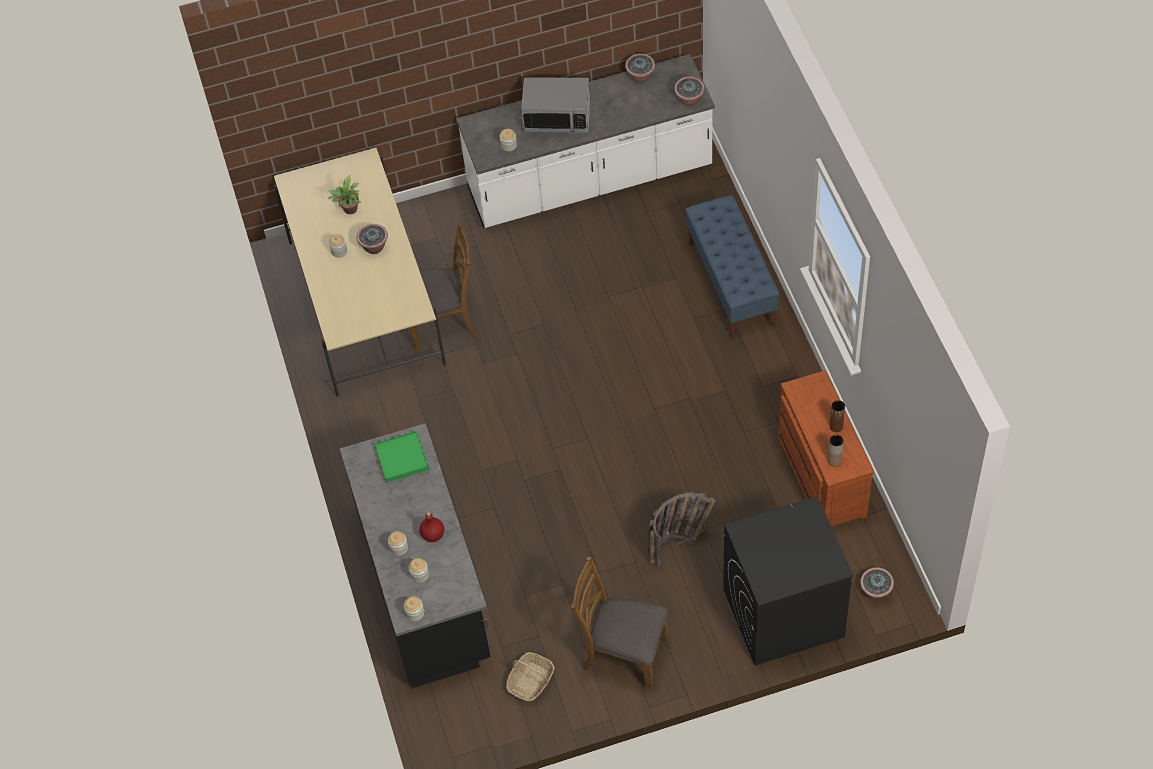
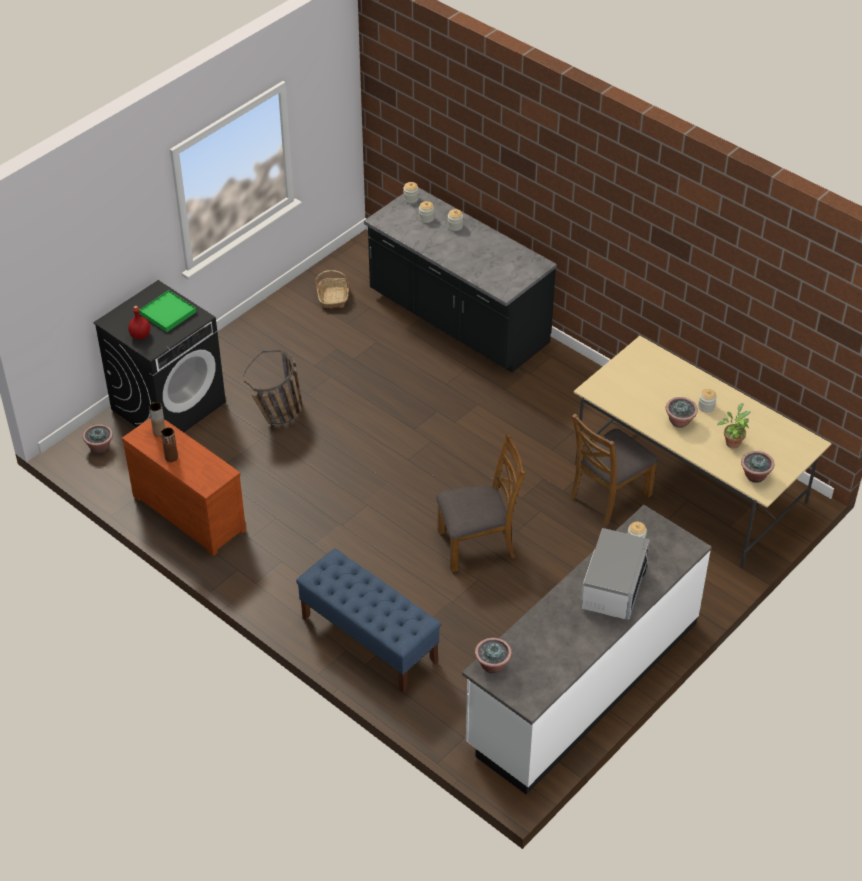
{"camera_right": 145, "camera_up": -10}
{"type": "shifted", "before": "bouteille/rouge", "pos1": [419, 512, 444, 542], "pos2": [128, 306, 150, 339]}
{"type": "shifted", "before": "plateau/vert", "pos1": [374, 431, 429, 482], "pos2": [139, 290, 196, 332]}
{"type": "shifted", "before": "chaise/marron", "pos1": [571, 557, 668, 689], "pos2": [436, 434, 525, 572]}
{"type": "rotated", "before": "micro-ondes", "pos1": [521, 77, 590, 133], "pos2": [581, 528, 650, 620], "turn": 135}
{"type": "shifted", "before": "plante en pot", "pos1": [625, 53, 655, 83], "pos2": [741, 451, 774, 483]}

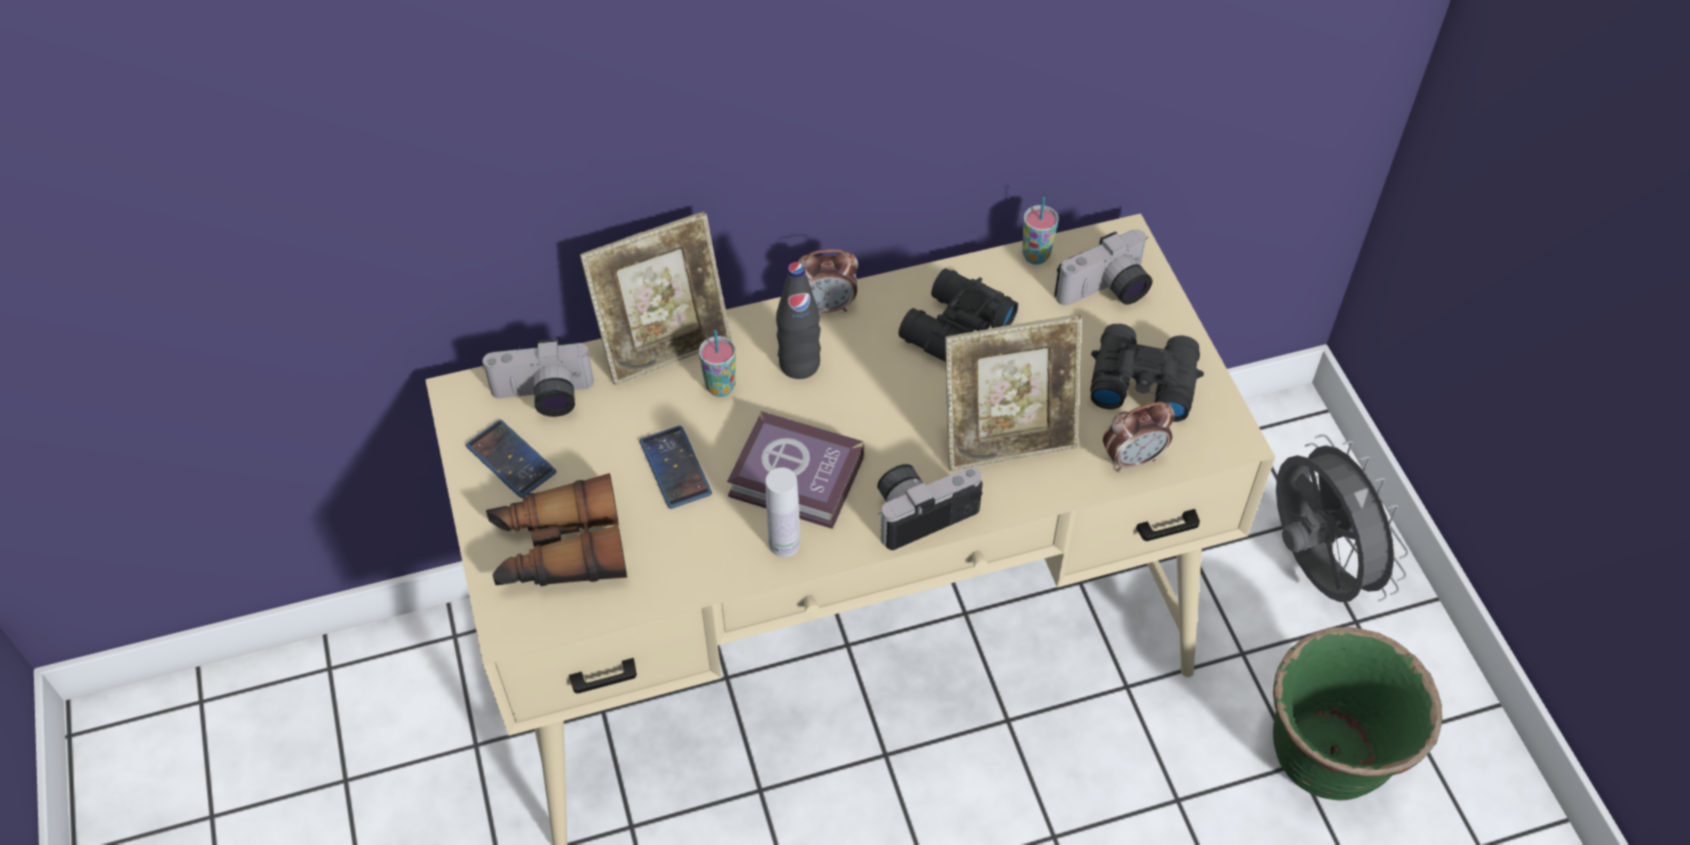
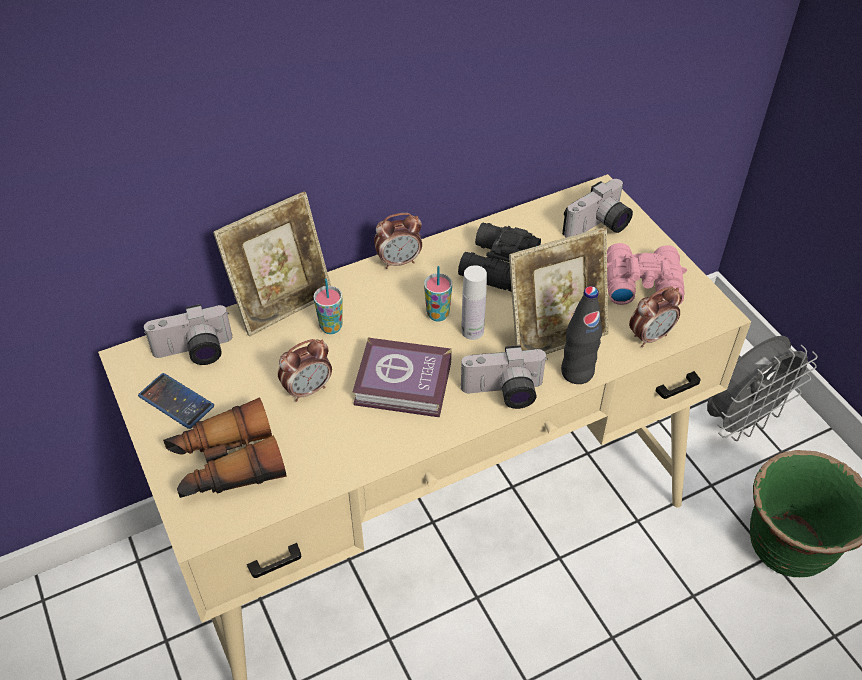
{"camera_right": -10, "camera_up": -5}
{"type": "swapped", "before": "téléphone", "after": "réveil", "pos1": [639, 426, 712, 509], "pos2": [278, 339, 332, 402]}
{"type": "shifted", "before": "tasse", "pos1": [1022, 197, 1059, 265], "pos2": [424, 266, 452, 321]}
{"type": "shifted", "before": "bouteille/blanc", "pos1": [766, 467, 800, 557], "pos2": [461, 265, 487, 340]}
{"type": "rotated", "before": "appareil photo", "pos1": [877, 464, 983, 550], "pos2": [461, 345, 548, 409], "turn": -150}
{"type": "shifted", "before": "bouteille/noir", "pos1": [776, 262, 821, 379], "pos2": [561, 286, 602, 384]}
{"type": "repainted", "before": "jumelles/noir", "after": "jumelles/rose", "pos1": [1090, 324, 1204, 422], "pos2": [607, 243, 687, 305]}
{"type": "rotated", "before": "ventilateur/gris", "pos1": [1276, 434, 1408, 602], "pos2": [707, 336, 818, 441], "turn": 90}

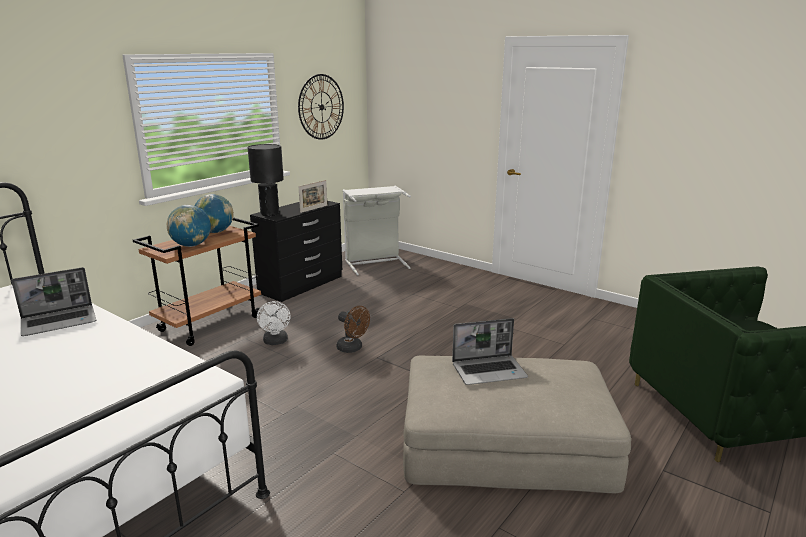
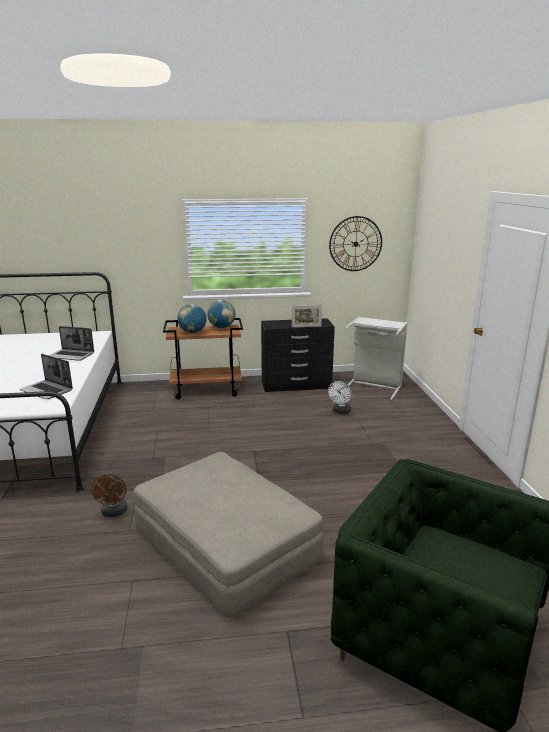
{"camera_right": 45, "camera_up": 0}
{"type": "shifted", "before": "ordinateur portable", "pos1": [452, 318, 528, 385], "pos2": [19, 354, 73, 399]}
{"type": "shifted", "before": "ventilateur/marron", "pos1": [337, 306, 370, 353], "pos2": [91, 473, 127, 517]}
{"type": "shifted", "before": "ventilateur/blanc", "pos1": [257, 301, 291, 345], "pos2": [328, 381, 351, 414]}
{"type": "gone", "before": "lampe de table/noir", "pos1": [247, 144, 284, 216]}

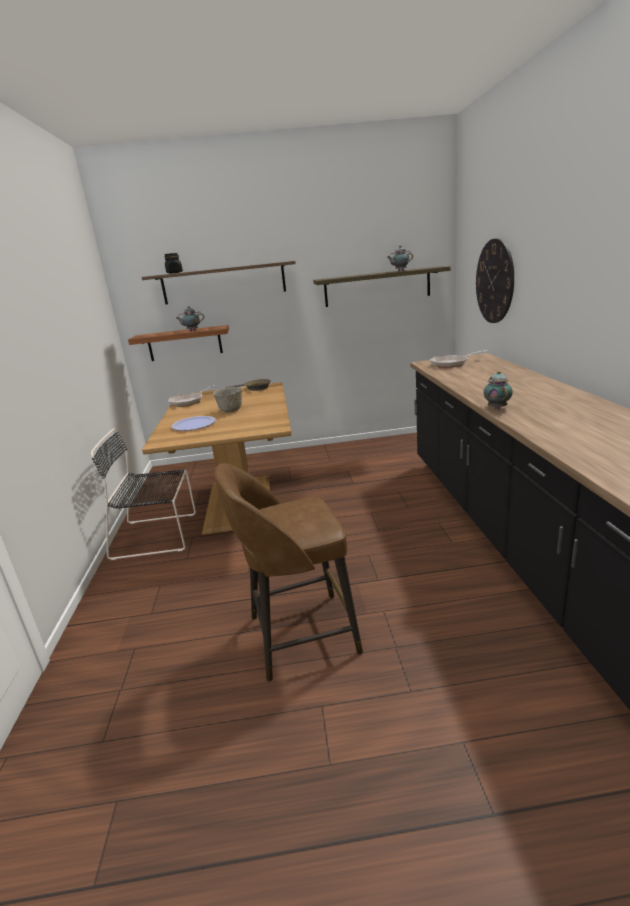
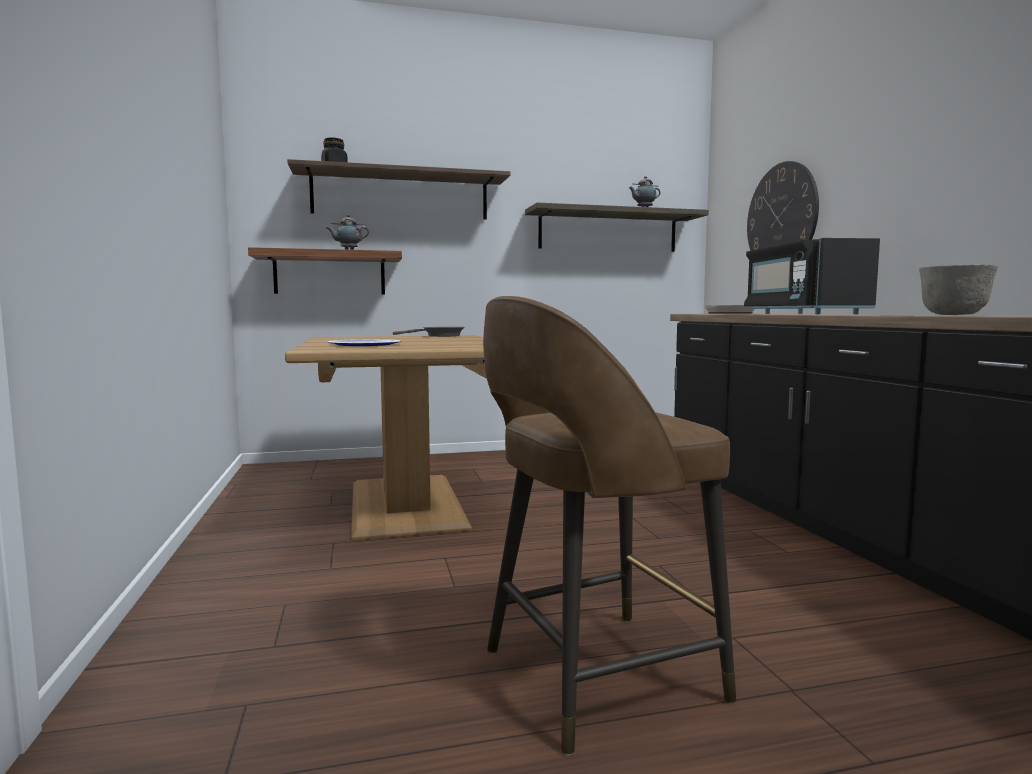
{"camera_right": -10, "camera_up": -15}
{"type": "new", "after": "micro-ondes/noir", "pos2": [744, 238, 880, 314]}
{"type": "shifted", "before": "bol/gris", "pos1": [213, 387, 242, 412], "pos2": [919, 264, 999, 315]}
{"type": "gone", "before": "chaise/noir", "pos1": [91, 429, 196, 560]}
{"type": "gone", "before": "poêle", "pos1": [168, 385, 216, 407]}
{"type": "gone", "before": "théière", "pos1": [484, 371, 513, 409]}

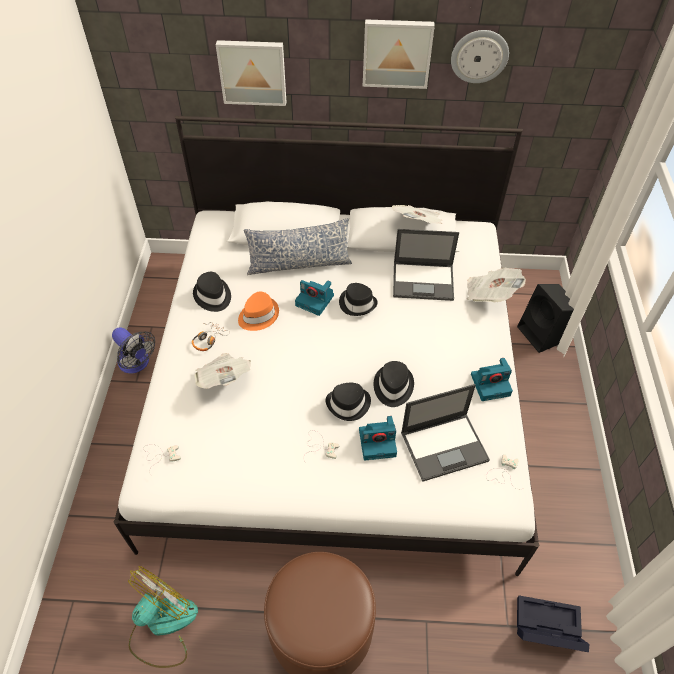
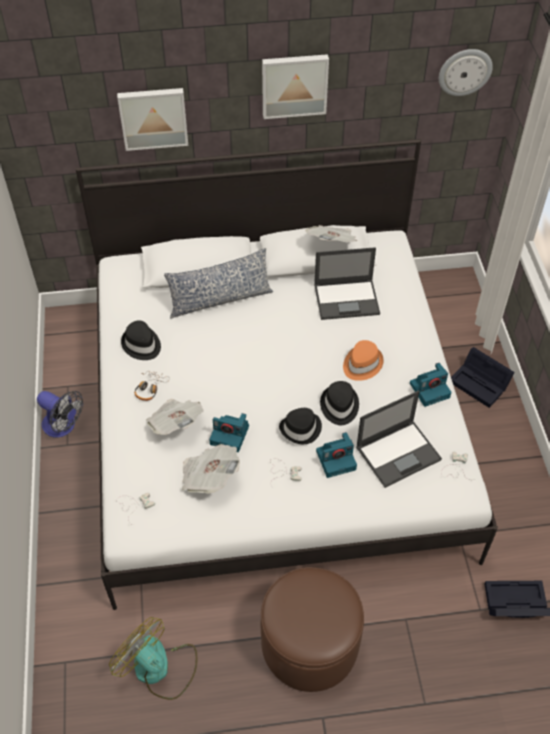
{"camera_right": -10, "camera_up": 0}
{"type": "rotated", "before": "ventilateur", "pos1": [128, 566, 198, 668], "pos2": [109, 617, 197, 700], "turn": -75}
{"type": "shifted", "before": "journal", "pos1": [467, 268, 526, 302], "pos2": [182, 444, 240, 494]}
{"type": "shifted", "before": "appareil photo", "pos1": [295, 280, 334, 316], "pos2": [209, 413, 249, 452]}
{"type": "shifted", "before": "chapeau/orange", "pos1": [238, 292, 279, 331], "pos2": [343, 340, 384, 381]}
{"type": "shifted", "before": "horloge murale", "pos1": [451, 30, 509, 83], "pos2": [439, 49, 493, 96]}
{"type": "new", "after": "boîte de rangement/noir", "pos2": [451, 347, 515, 408]}
{"type": "gone", "before": "chapeau/noir", "pos1": [339, 283, 378, 316]}
{"type": "gone", "before": "enceinte/noir", "pos1": [517, 284, 574, 353]}

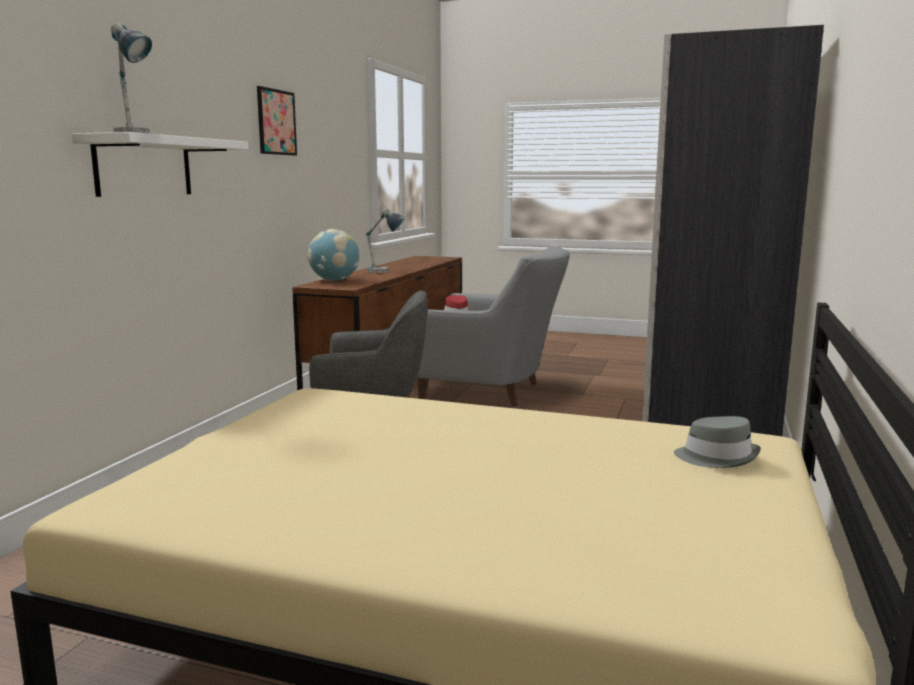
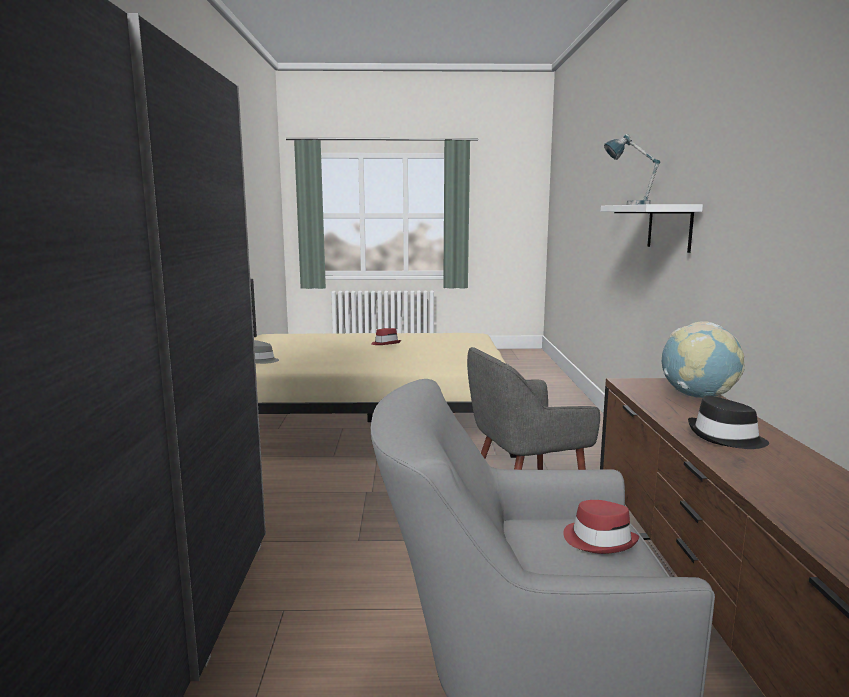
{"camera_right": 160, "camera_up": 0}
{"type": "new", "after": "chapeau/rouge", "pos2": [371, 328, 401, 345]}
{"type": "swapped", "before": "lampe de table", "after": "chapeau/noir", "pos1": [366, 209, 405, 273], "pos2": [688, 396, 769, 449]}
{"type": "gone", "before": "tableau", "pos1": [257, 86, 297, 155]}

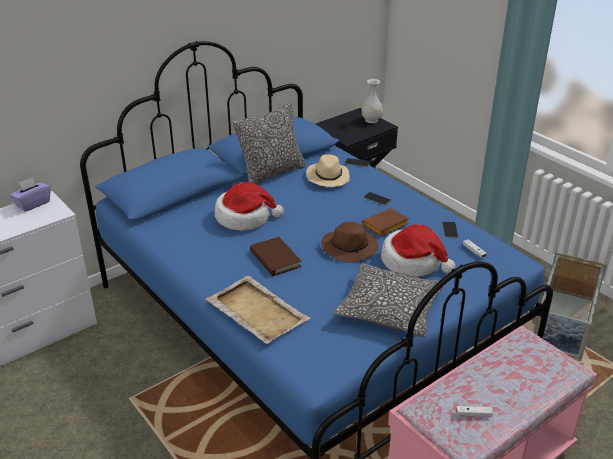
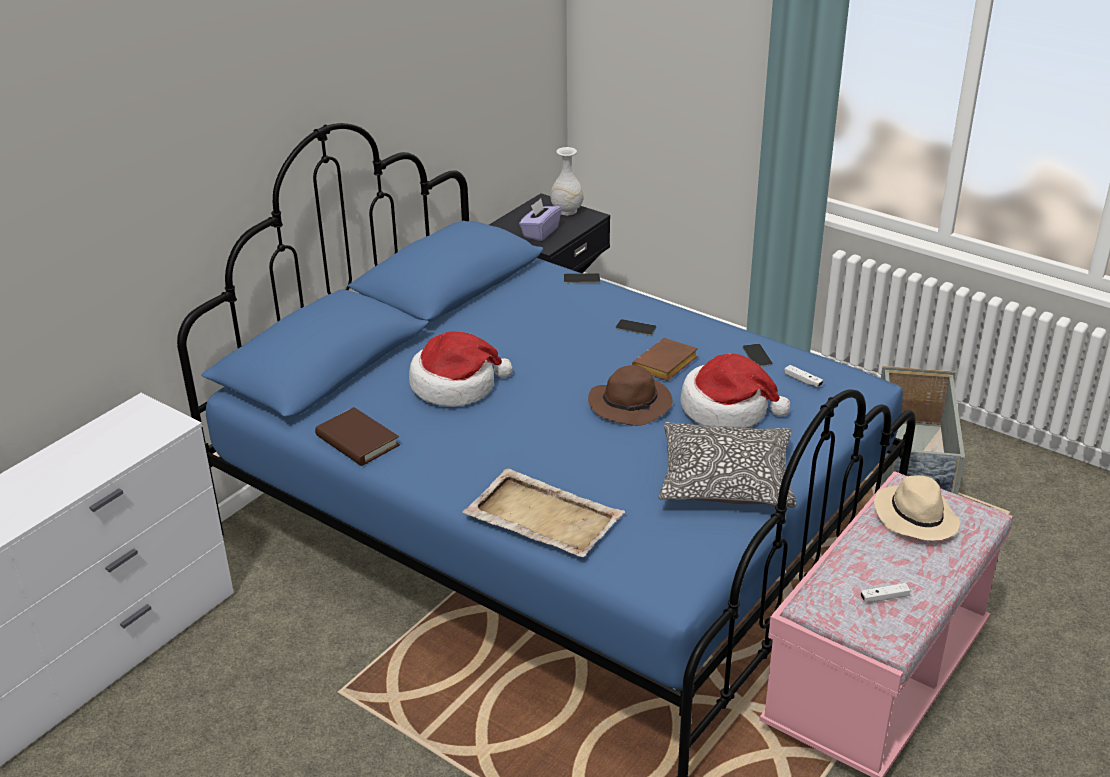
{"camera_right": -15, "camera_up": 0}
{"type": "shifted", "before": "livre/marron", "pos1": [250, 237, 301, 276], "pos2": [315, 407, 400, 466]}
{"type": "shifted", "before": "boîte à mouchoirs/violet", "pos1": [10, 177, 51, 212], "pos2": [519, 199, 561, 241]}
{"type": "shifted", "before": "chapeau/beige", "pos1": [306, 154, 350, 187], "pos2": [874, 475, 960, 541]}
{"type": "gone", "before": "coussin", "pos1": [233, 102, 306, 185]}

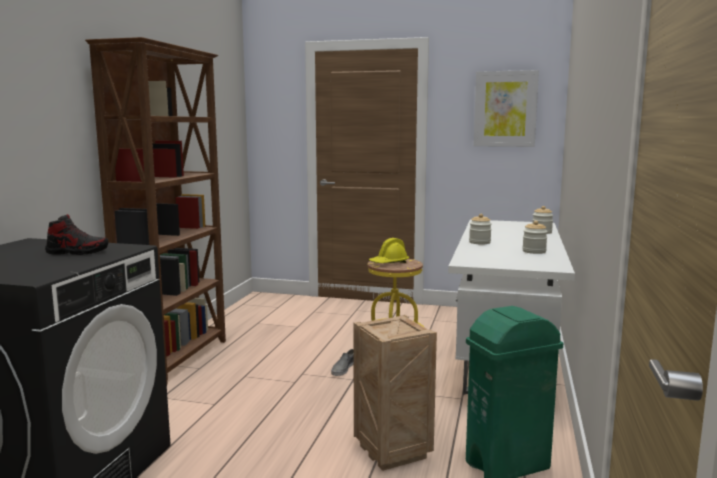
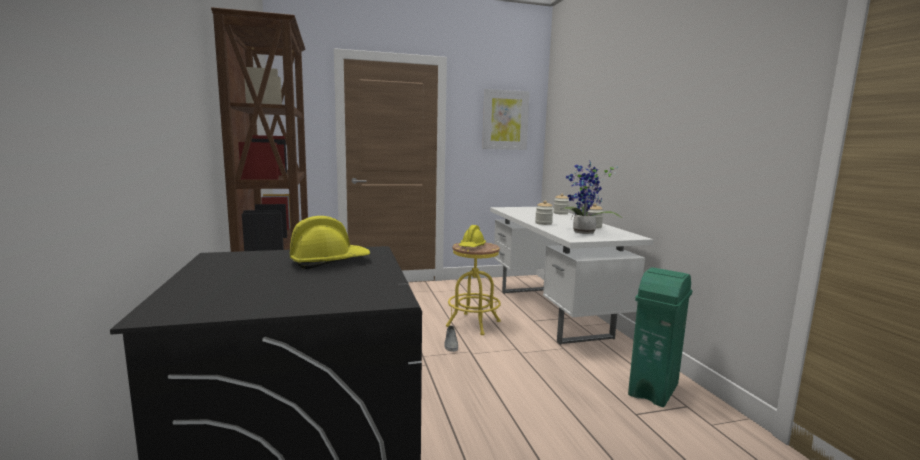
{"camera_right": -30, "camera_up": 0}
{"type": "swapped", "before": "chaussure", "after": "casque de chantier/jaune", "pos1": [45, 214, 108, 255], "pos2": [289, 216, 370, 269]}
{"type": "new", "after": "plante en pot", "pos2": [562, 162, 622, 234]}
{"type": "gone", "before": "caisse", "pos1": [354, 315, 437, 471]}

